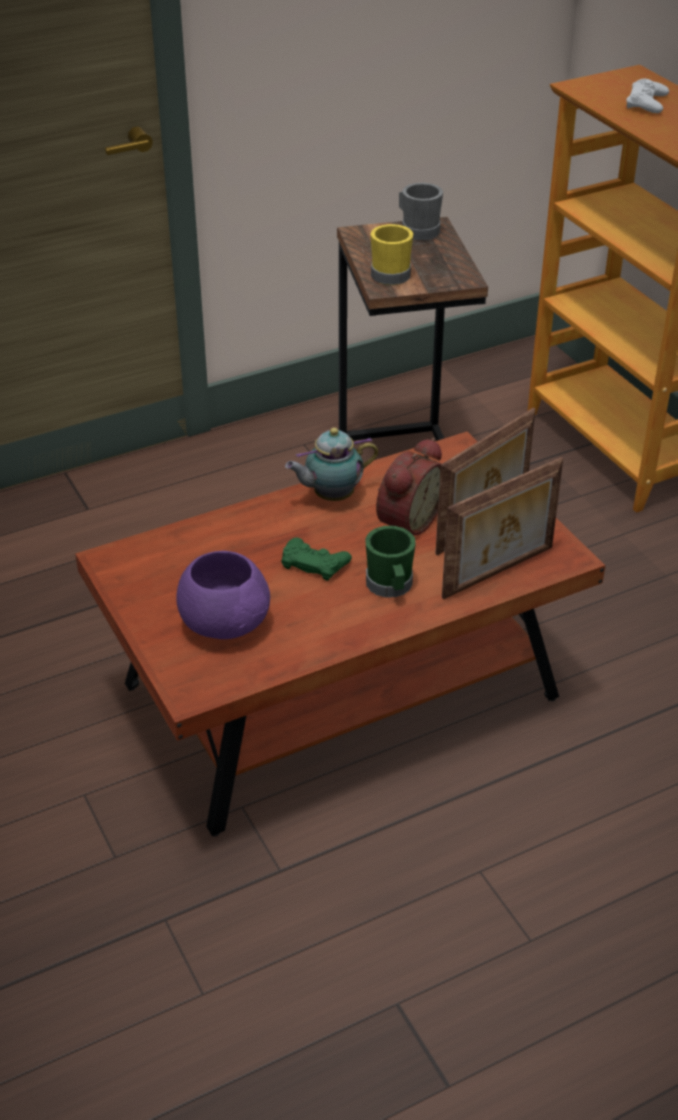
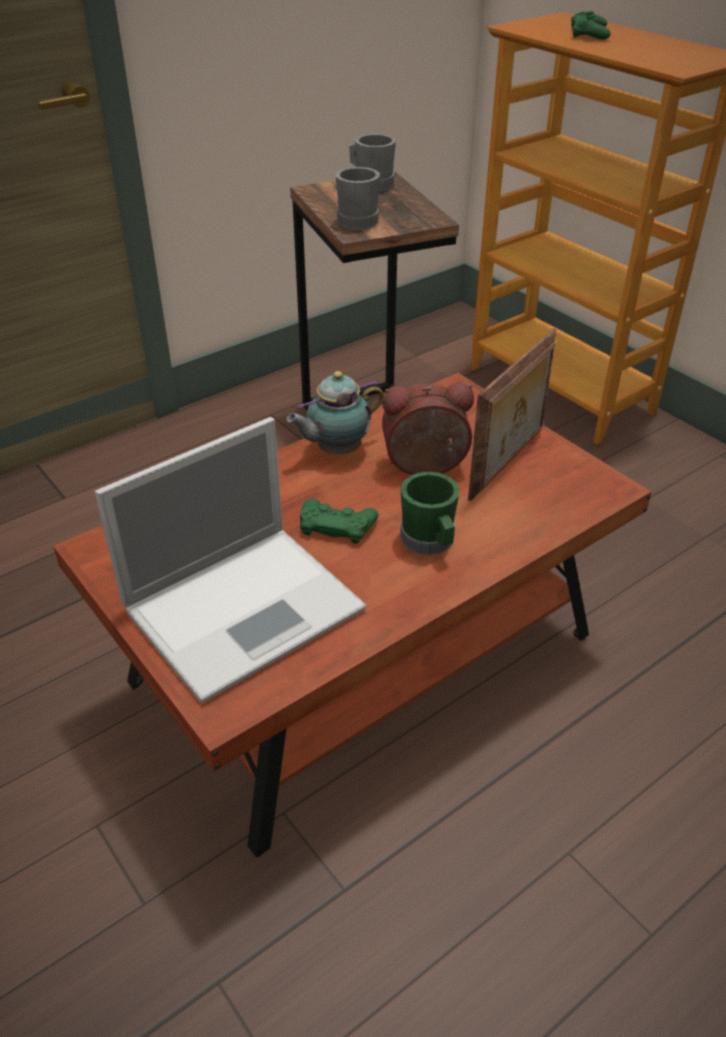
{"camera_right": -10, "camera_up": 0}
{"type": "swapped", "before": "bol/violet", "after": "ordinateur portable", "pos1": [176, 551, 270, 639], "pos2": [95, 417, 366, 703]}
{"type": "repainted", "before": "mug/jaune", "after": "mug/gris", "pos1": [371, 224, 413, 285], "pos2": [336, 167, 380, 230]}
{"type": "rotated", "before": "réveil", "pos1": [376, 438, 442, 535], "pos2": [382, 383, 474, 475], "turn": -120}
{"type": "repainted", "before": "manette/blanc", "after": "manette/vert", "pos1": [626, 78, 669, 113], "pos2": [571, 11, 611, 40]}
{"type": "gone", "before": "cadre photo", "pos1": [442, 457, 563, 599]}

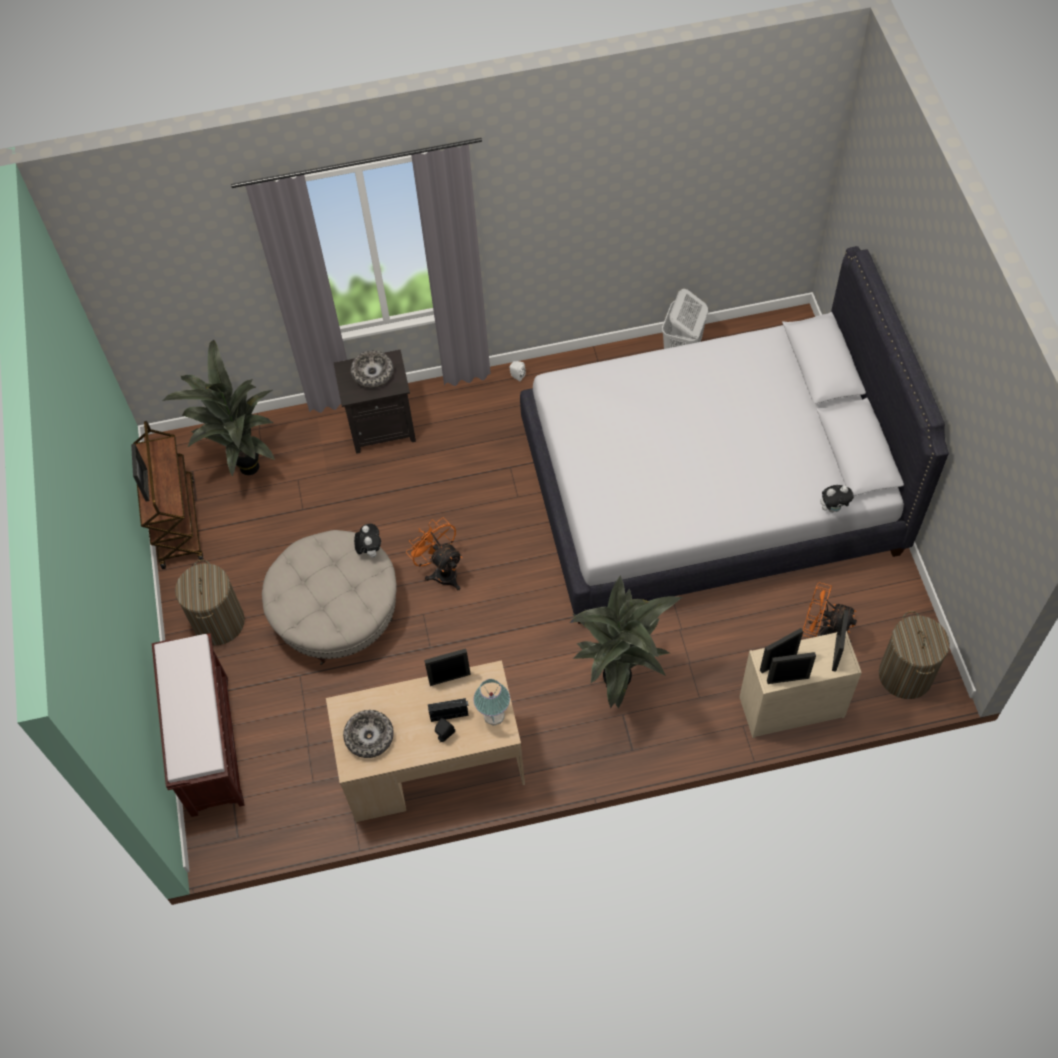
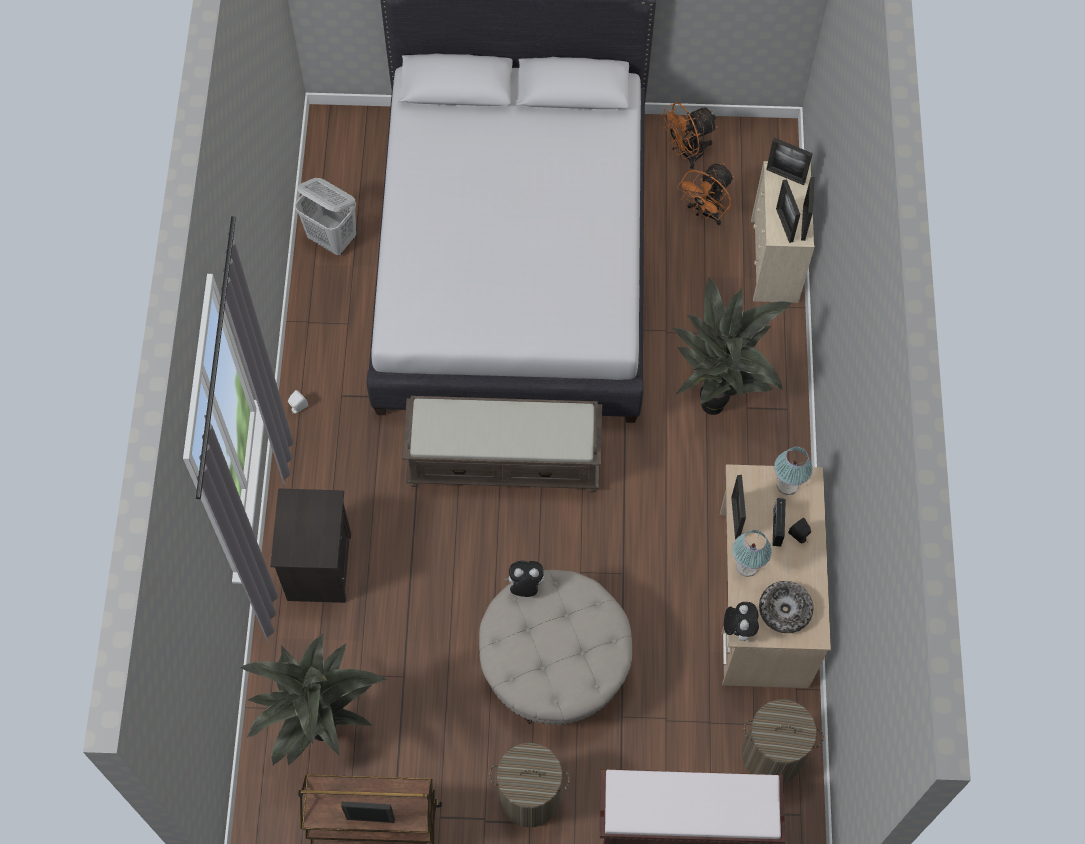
{"camera_right": -80, "camera_up": 5}
{"type": "new", "after": "banc/marron", "pos2": [402, 396, 602, 492]}
{"type": "shifted", "before": "ventilateur/orange", "pos1": [406, 518, 462, 590], "pos2": [661, 102, 718, 169]}
{"type": "shifted", "before": "peluche", "pos1": [820, 485, 854, 513], "pos2": [724, 602, 759, 641]}
{"type": "new", "after": "lampe de table", "pos2": [732, 530, 772, 577]}
{"type": "shifted", "before": "panier à linge", "pos1": [879, 611, 950, 699], "pos2": [742, 699, 824, 783]}
{"type": "gone", "before": "bol", "pos1": [351, 351, 394, 388]}

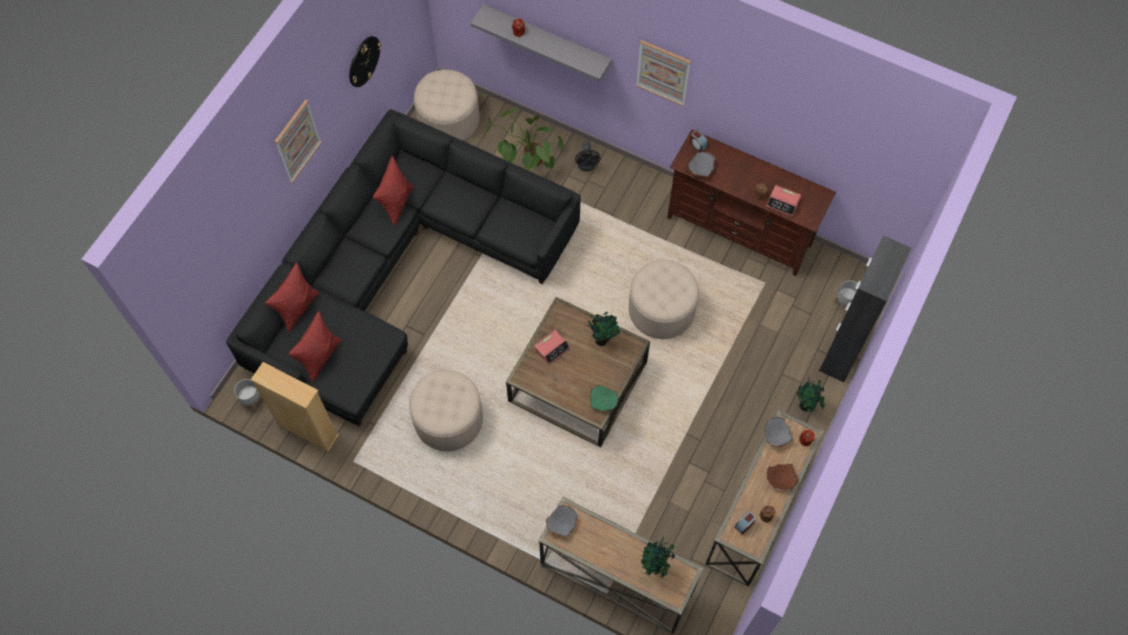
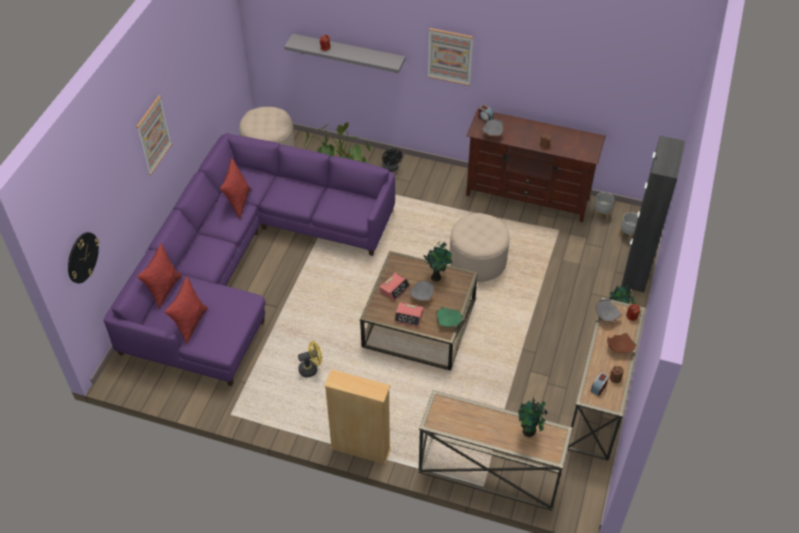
{"camera_right": -10, "camera_up": -15}
{"type": "shifted", "before": "horloge murale", "pos1": [349, 36, 382, 87], "pos2": [68, 232, 99, 283]}
{"type": "repainted", "before": "canapé/noir", "after": "canapé/violet", "pos1": [226, 109, 581, 427], "pos2": [103, 133, 395, 386]}
{"type": "swapped", "before": "pouf/beige", "after": "ventilateur/jaune", "pos1": [409, 370, 483, 451], "pos2": [298, 341, 322, 377]}
{"type": "shifted", "before": "bibliothèque/beige", "pos1": [251, 362, 339, 451], "pos2": [324, 369, 391, 464]}
{"type": "shifted", "before": "réveil", "pos1": [766, 185, 801, 217], "pos2": [394, 302, 423, 327]}
{"type": "shifted", "before": "bol/gris", "pos1": [546, 505, 578, 537], "pos2": [410, 280, 434, 301]}
{"type": "shifted", "before": "cache-pot/gris", "pos1": [234, 379, 261, 410], "pos2": [595, 192, 614, 220]}

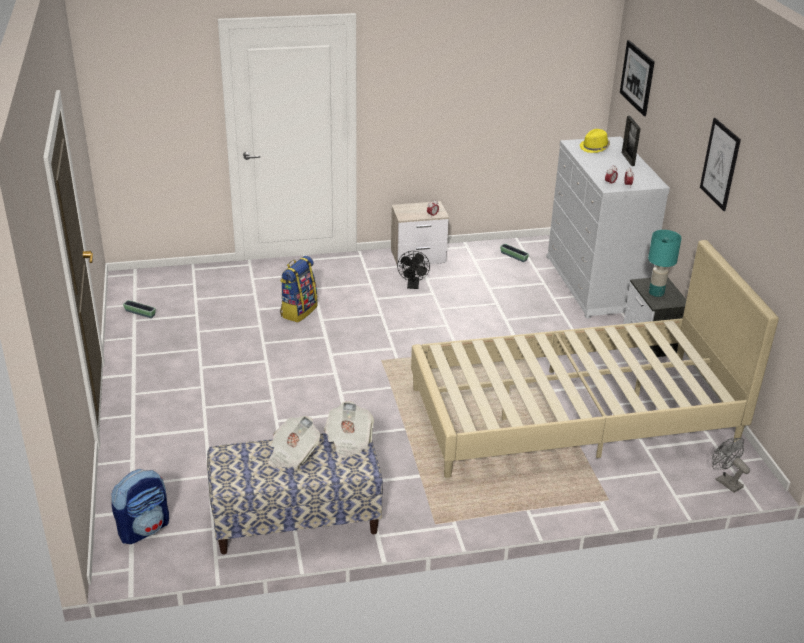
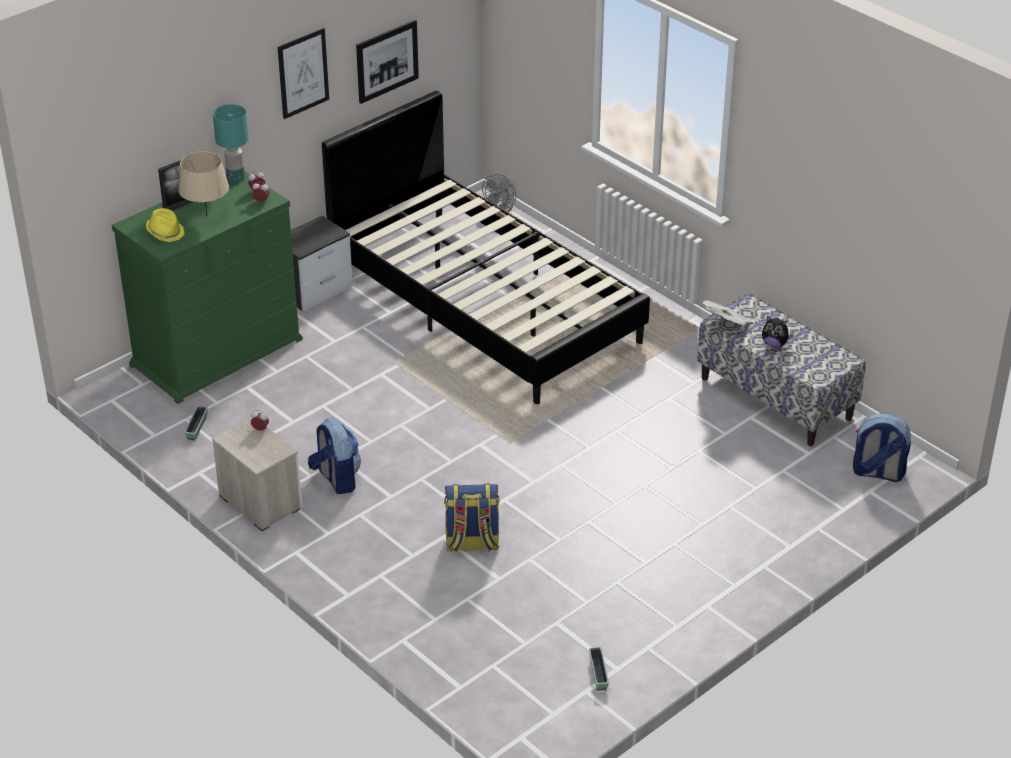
{"camera_right": -120, "camera_up": 5}
{"type": "repainted", "before": "commode/blanc", "after": "commode/vert", "pos1": [546, 137, 670, 319], "pos2": [112, 171, 303, 404]}
{"type": "new", "after": "lampe de table/beige", "pos2": [179, 151, 229, 215]}
{"type": "shifted", "before": "lampe de table/turquoise", "pos1": [648, 230, 682, 297], "pos2": [213, 104, 249, 183]}
{"type": "swapped", "before": "ventilateur/noir", "after": "sac à dos", "pos1": [397, 251, 430, 289], "pos2": [308, 418, 361, 494]}
{"type": "repainted", "before": "lit/beige", "after": "lit/noir", "pos1": [411, 240, 779, 478], "pos2": [322, 91, 650, 404]}
{"type": "shifted", "before": "tableau", "pos1": [620, 40, 655, 116], "pos2": [356, 20, 419, 104]}
{"type": "swapped", "before": "journal", "after": "peluche", "pos1": [268, 416, 320, 469], "pos2": [762, 316, 793, 347]}

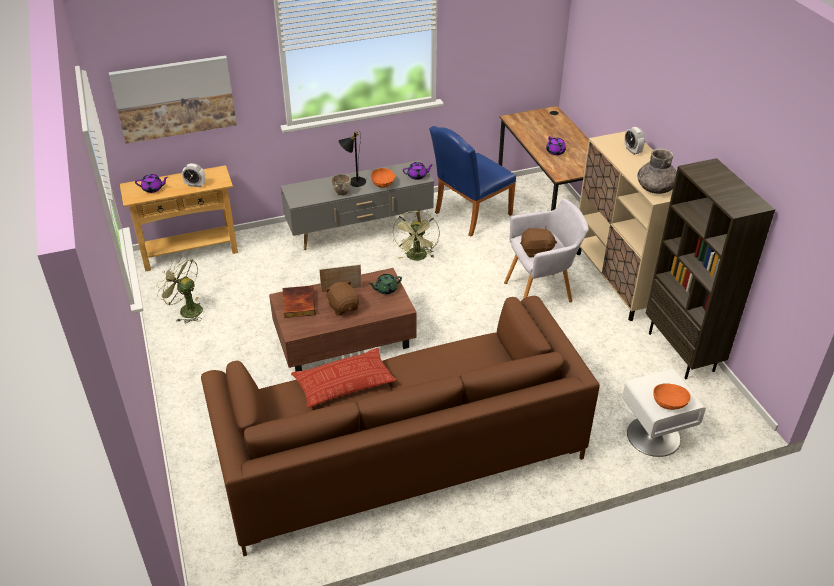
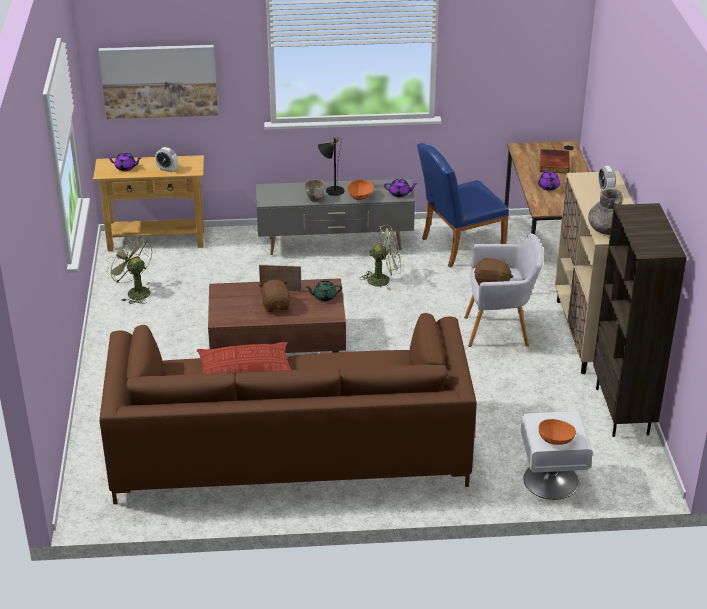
{"camera_right": 15, "camera_up": -5}
{"type": "rotated", "before": "ventilateur/vert", "pos1": [393, 211, 440, 261], "pos2": [360, 225, 401, 291], "turn": -120}
{"type": "shifted", "before": "livre", "pos1": [283, 285, 316, 318], "pos2": [540, 149, 570, 173]}

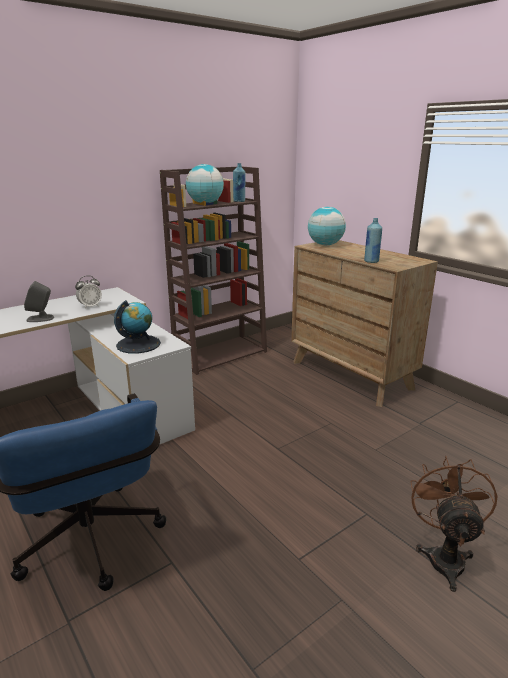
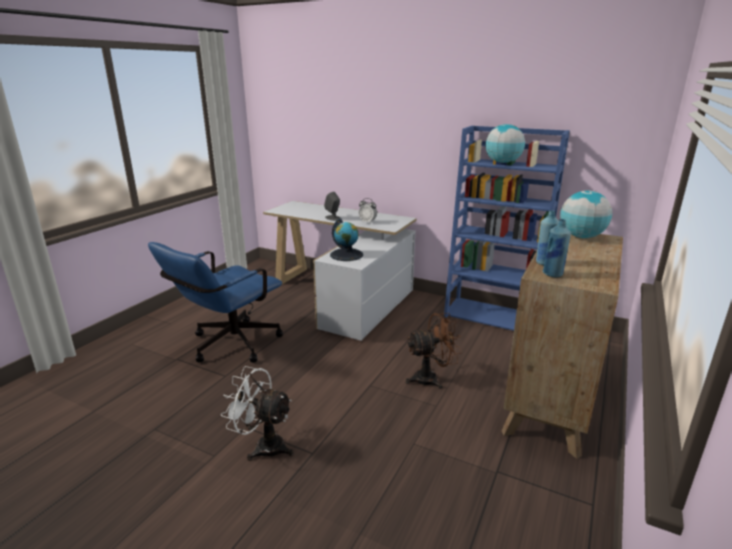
{"camera_right": 65, "camera_up": 0}
{"type": "new", "after": "ventilateur/blanc", "pos2": [221, 366, 294, 461]}
{"type": "shifted", "before": "ventilateur/marron", "pos1": [410, 456, 497, 592], "pos2": [405, 313, 462, 389]}
{"type": "repainted", "before": "bibliothèque/marron", "after": "bibliothèque/bleu", "pos1": [160, 166, 267, 375], "pos2": [444, 126, 570, 331]}
{"type": "shifted", "before": "bouteille/bleu", "pos1": [233, 163, 246, 202], "pos2": [543, 219, 571, 277]}

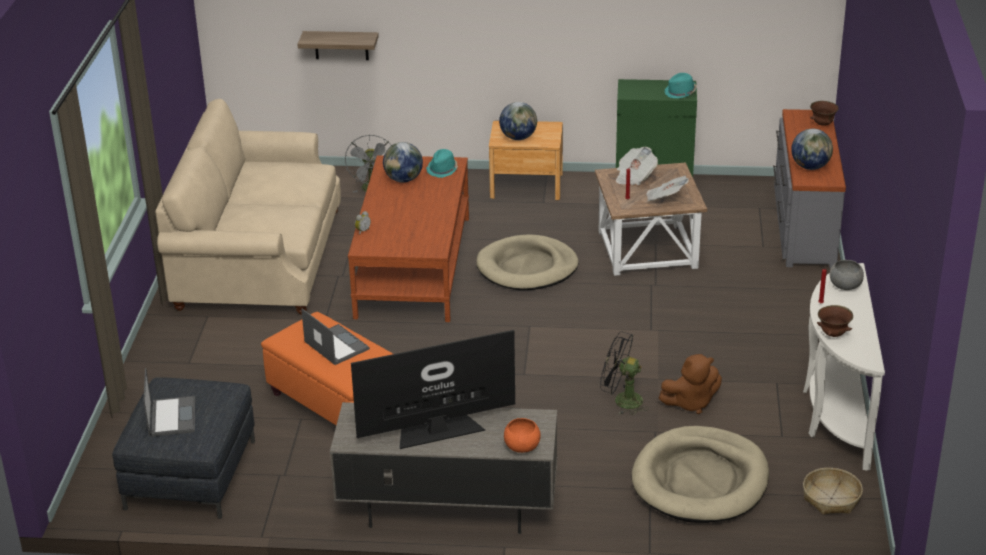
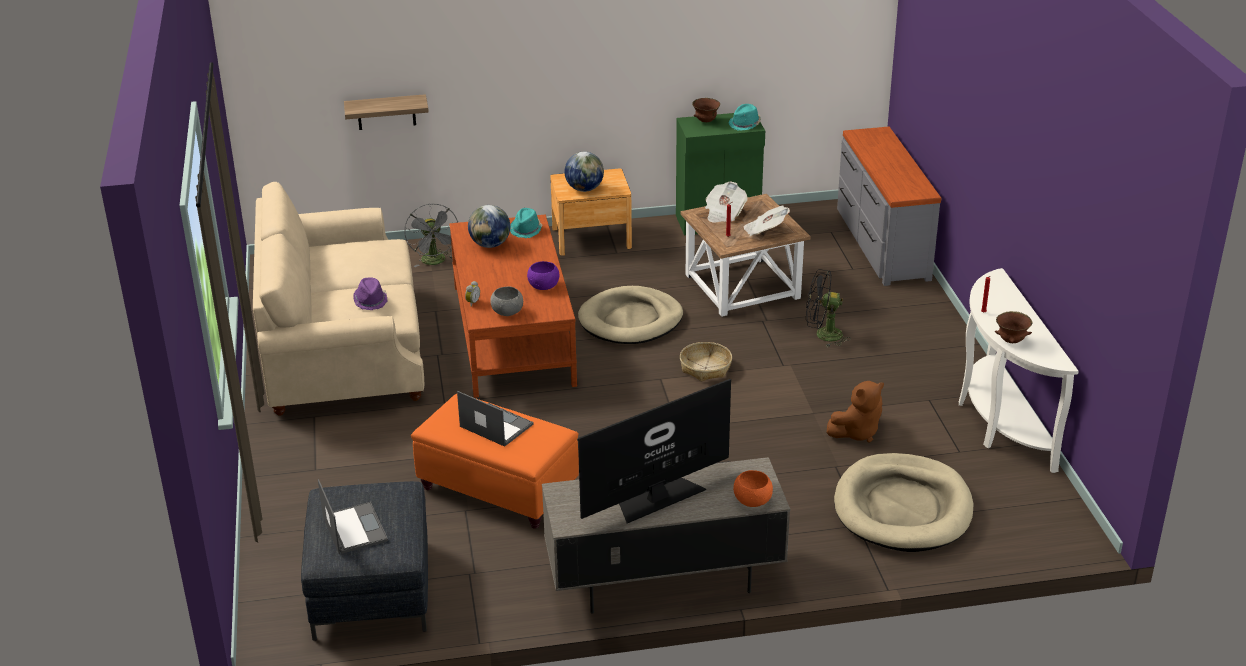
{"camera_right": -15, "camera_up": 0}
{"type": "new", "after": "chapeau/violet", "pos2": [353, 278, 387, 310]}
{"type": "shifted", "before": "bol/gris", "pos1": [830, 260, 864, 290], "pos2": [490, 286, 523, 316]}
{"type": "new", "after": "bol/violet", "pos2": [527, 261, 559, 290]}
{"type": "shifted", "before": "panier", "pos1": [803, 468, 863, 515], "pos2": [680, 342, 732, 381]}
{"type": "shifted", "before": "bol/marron", "pos1": [810, 101, 839, 126], "pos2": [692, 98, 720, 122]}
{"type": "shifted", "before": "ventilateur/noir", "pos1": [600, 331, 649, 415], "pos2": [806, 269, 851, 347]}
{"type": "gone", "before": "globe", "pos1": [791, 129, 833, 170]}

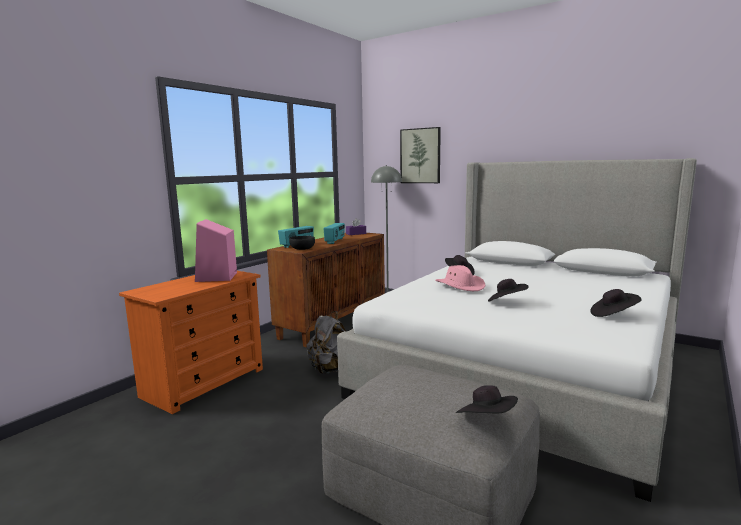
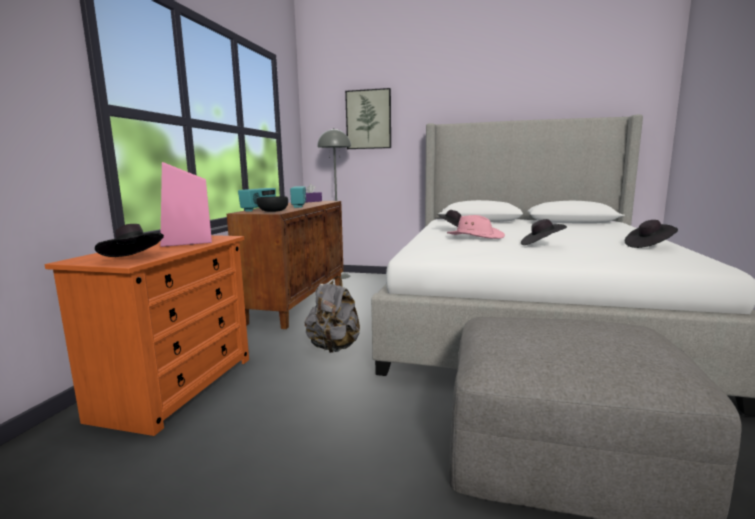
{"camera_right": -20, "camera_up": 0}
{"type": "shifted", "before": "chapeau/noir", "pos1": [456, 385, 518, 413], "pos2": [95, 224, 164, 257]}

